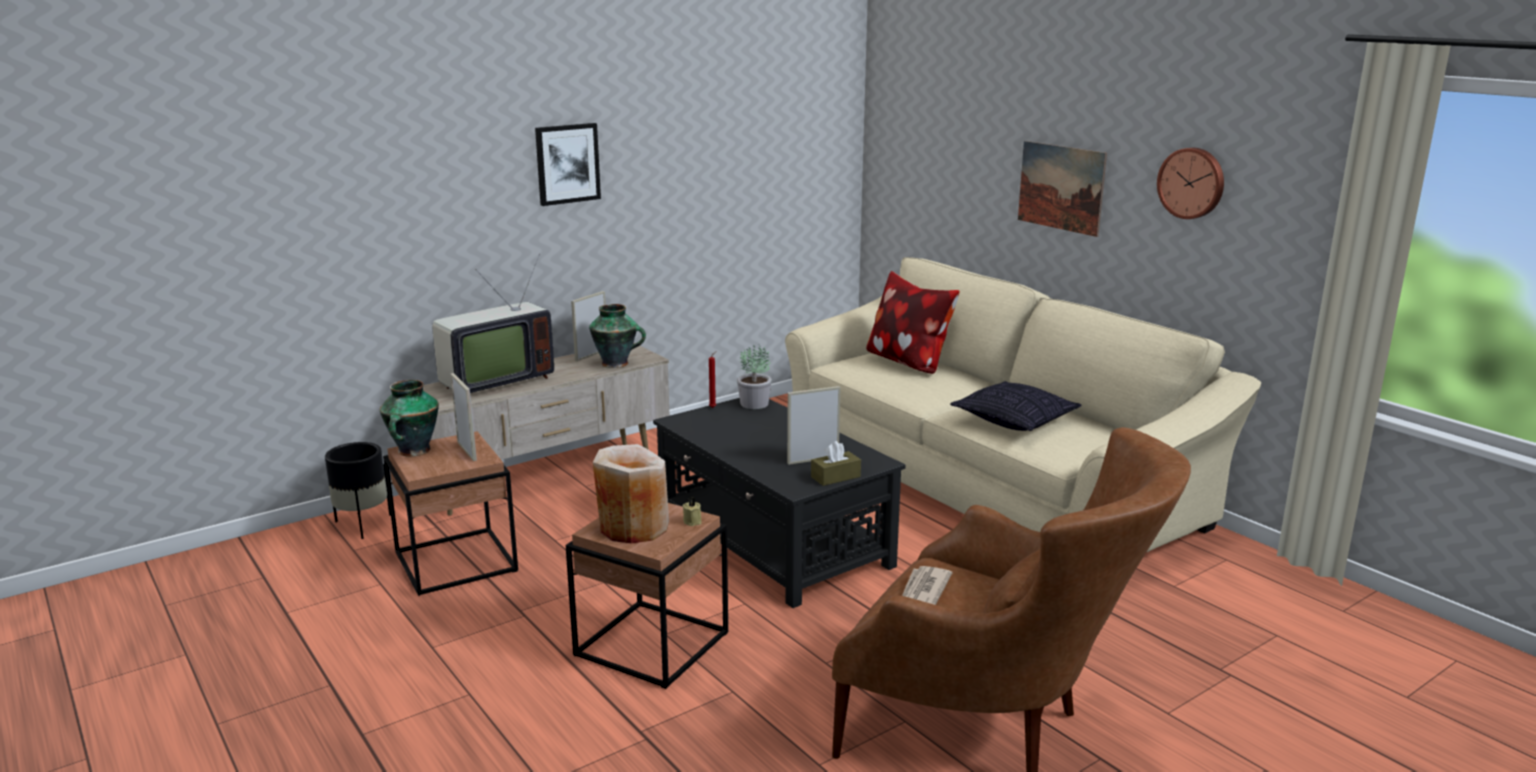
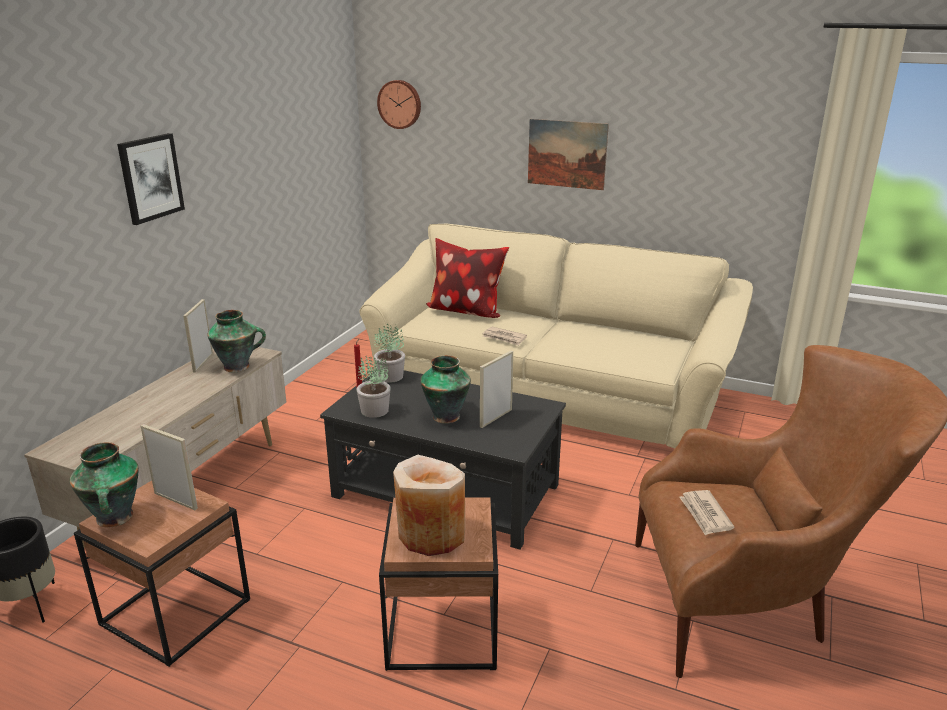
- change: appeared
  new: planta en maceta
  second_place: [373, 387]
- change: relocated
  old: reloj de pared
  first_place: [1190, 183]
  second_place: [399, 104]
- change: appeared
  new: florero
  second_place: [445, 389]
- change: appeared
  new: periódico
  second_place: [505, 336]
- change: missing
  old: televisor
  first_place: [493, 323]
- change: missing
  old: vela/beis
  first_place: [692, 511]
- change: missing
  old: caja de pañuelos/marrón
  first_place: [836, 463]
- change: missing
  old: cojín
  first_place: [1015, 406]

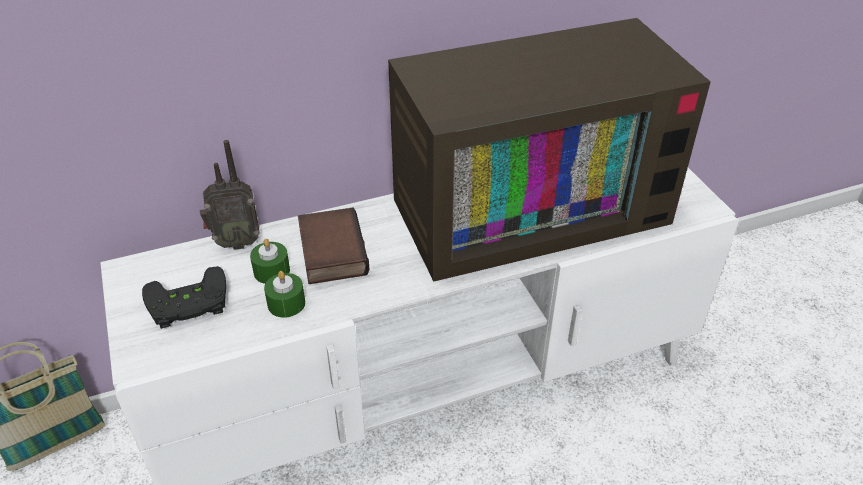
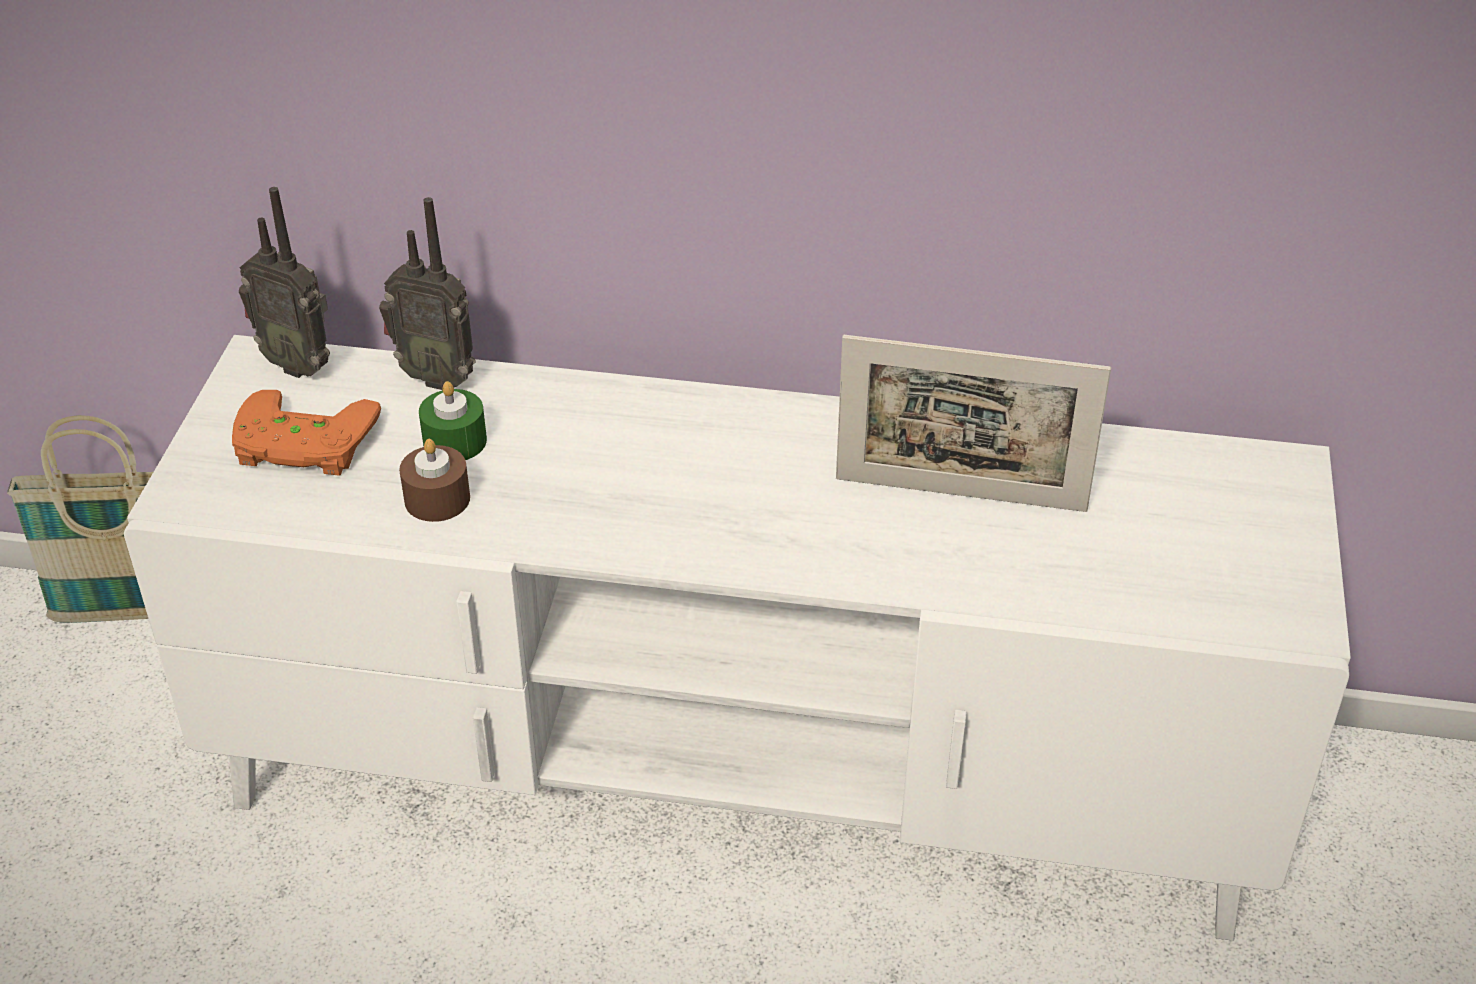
- change: colour
  old: mando de consola/negro
  new: mando de consola/naranja
  first_place: [184, 297]
  second_place: [306, 433]
- change: appeared
  new: radio
  second_place: [284, 282]
- change: colour
  old: vela/verde
  new: vela/marrón
  first_place: [284, 294]
  second_place: [434, 480]
- change: exchanged
  old: televisor
  new: portarretratos
  first_place: [549, 150]
  second_place: [973, 423]
- change: missing
  old: libro
  first_place: [333, 245]

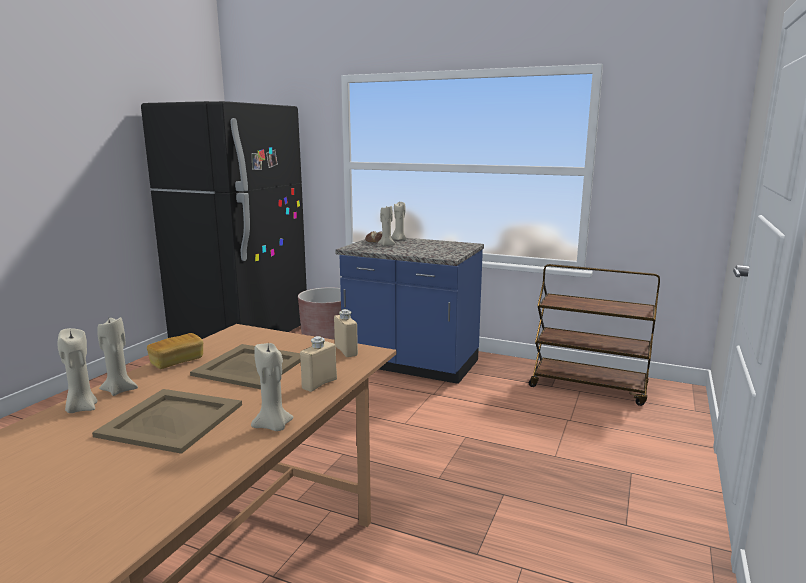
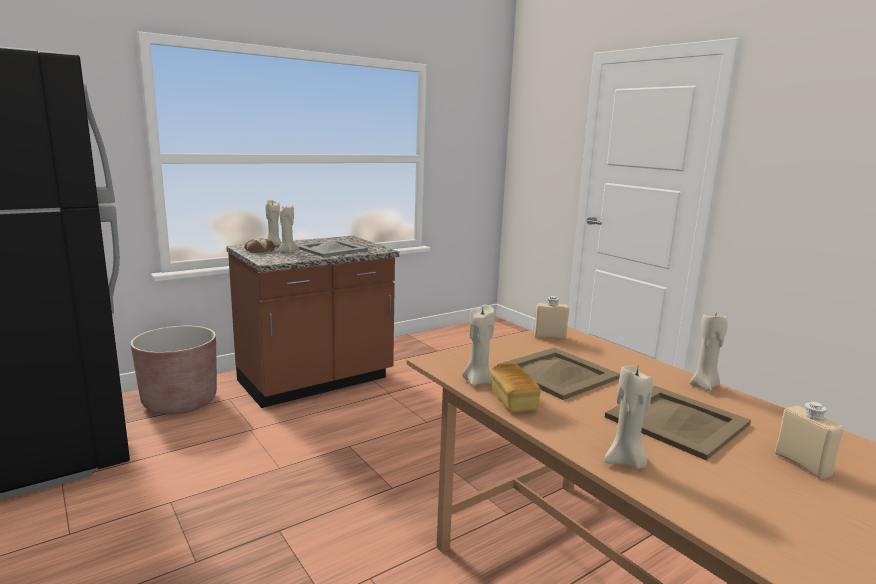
- change: colour
  old: mueble bajo de cocina/azul
  new: mueble bajo de cocina/marrón
  first_place: [410, 310]
  second_place: [312, 322]
- change: appeared
  new: bandeja/gris
  second_place: [332, 248]
- change: relocated
  old: vela/beis
  first_place: [117, 356]
  second_place: [478, 345]
- change: relocated
  old: botella/beis
  first_place: [318, 364]
  second_place: [809, 440]
- change: missing
  old: carrito/marrón
  first_place: [594, 335]

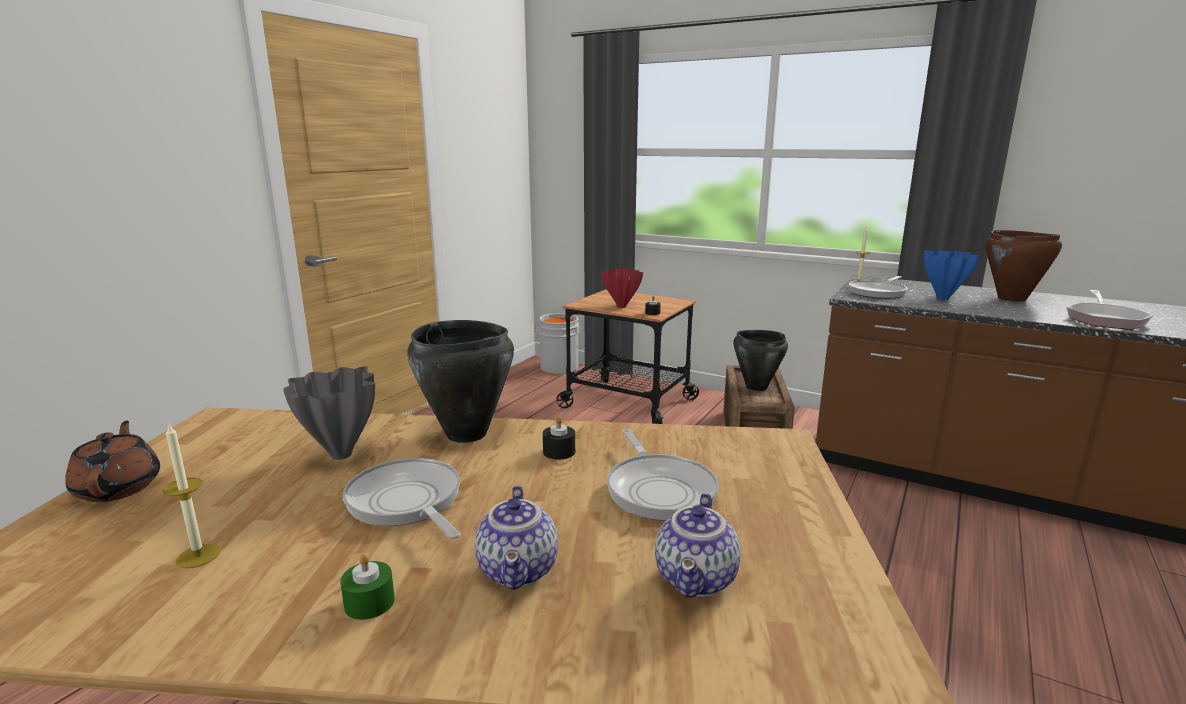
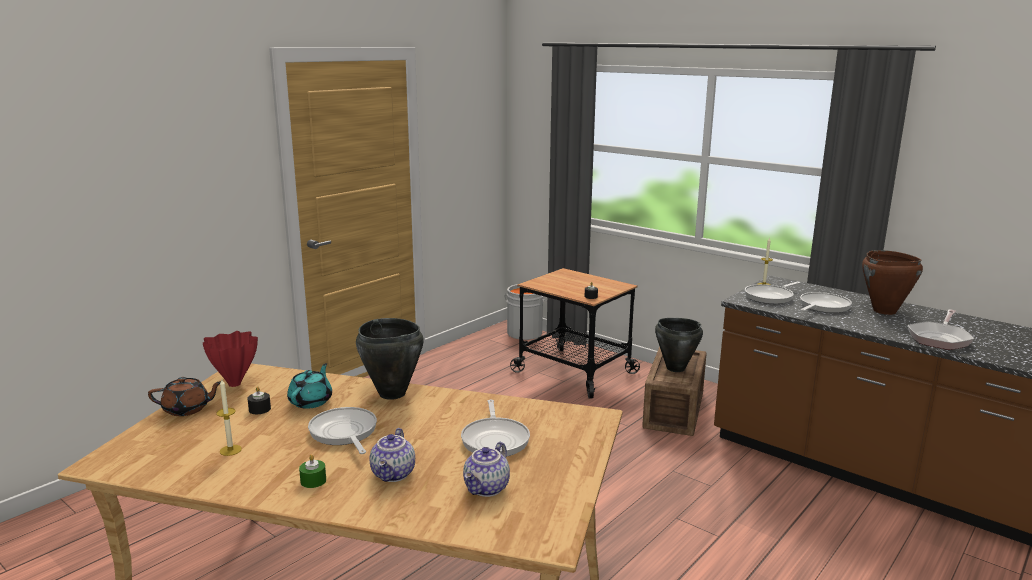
- change: spun
  old: tetera/marrón
  first_place: [112, 461]
  second_place: [184, 396]
  degrees: 90
- change: relocated
  old: florero/rojo
  first_place: [622, 288]
  second_place: [230, 359]
- change: relocated
  old: vela/negro
  first_place: [559, 437]
  second_place: [259, 400]
- change: exchanged
  old: florero/gris
  new: tetera/turquesa
  first_place: [329, 413]
  second_place: [309, 386]
- change: exchanged
  old: florero/azul
  new: sartén
  first_place: [952, 275]
  second_place: [826, 302]

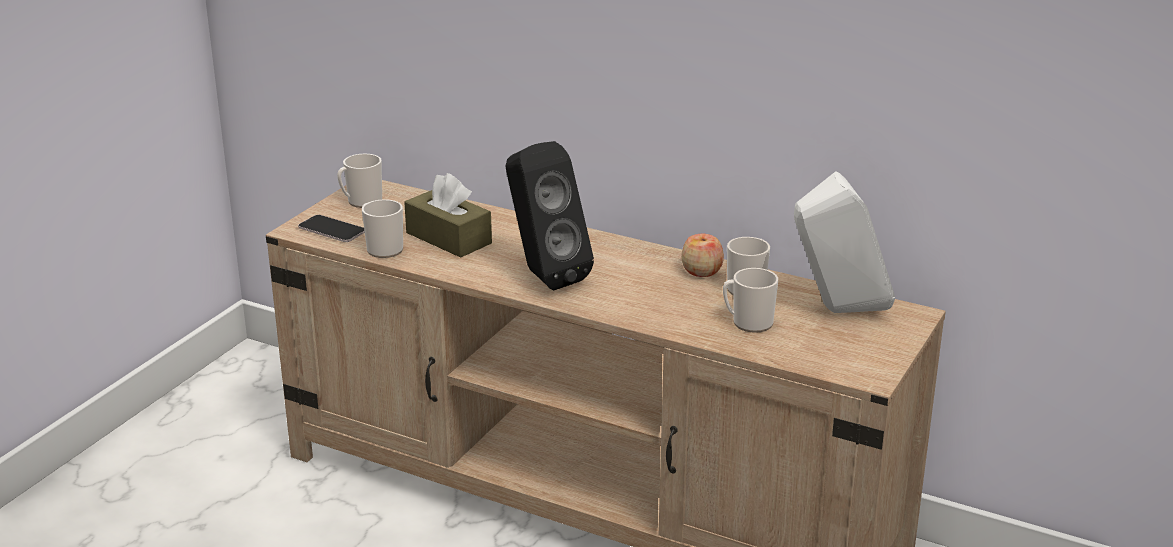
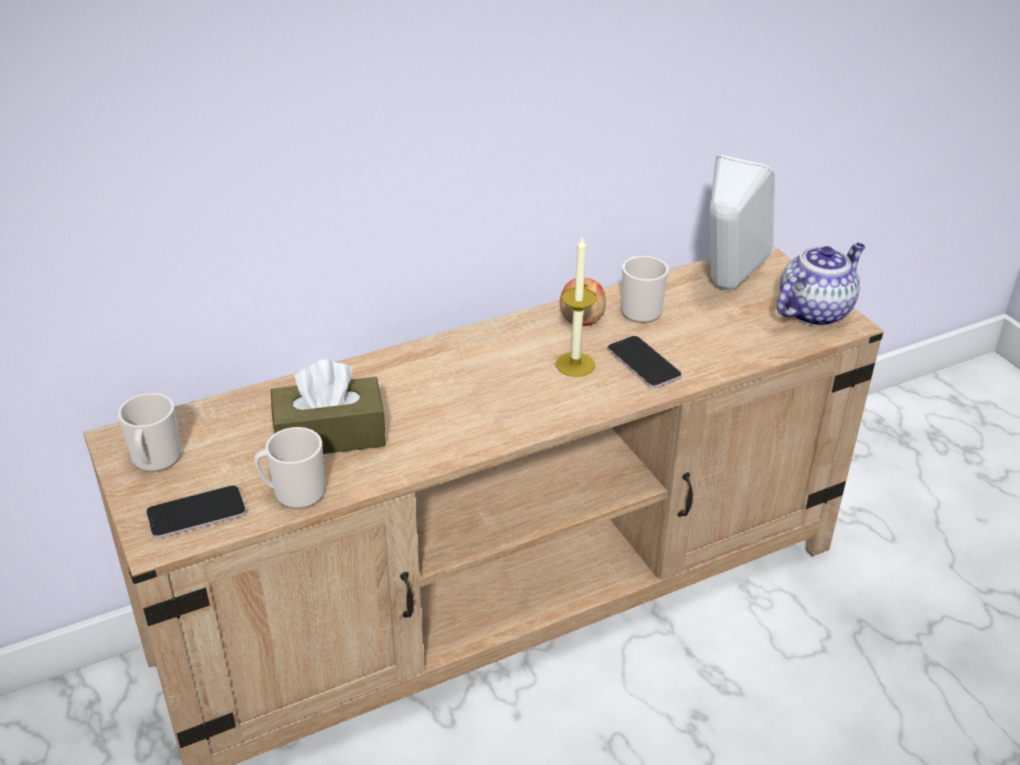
- change: appeared
  new: vela
  second_place: [576, 306]
- change: appeared
  new: móvil
  second_place: [644, 362]
- change: appeared
  new: tetera
  second_place: [821, 284]
- change: missing
  old: altavoz/negro
  first_place: [550, 215]
- change: missing
  old: taza grande
  first_place: [750, 300]

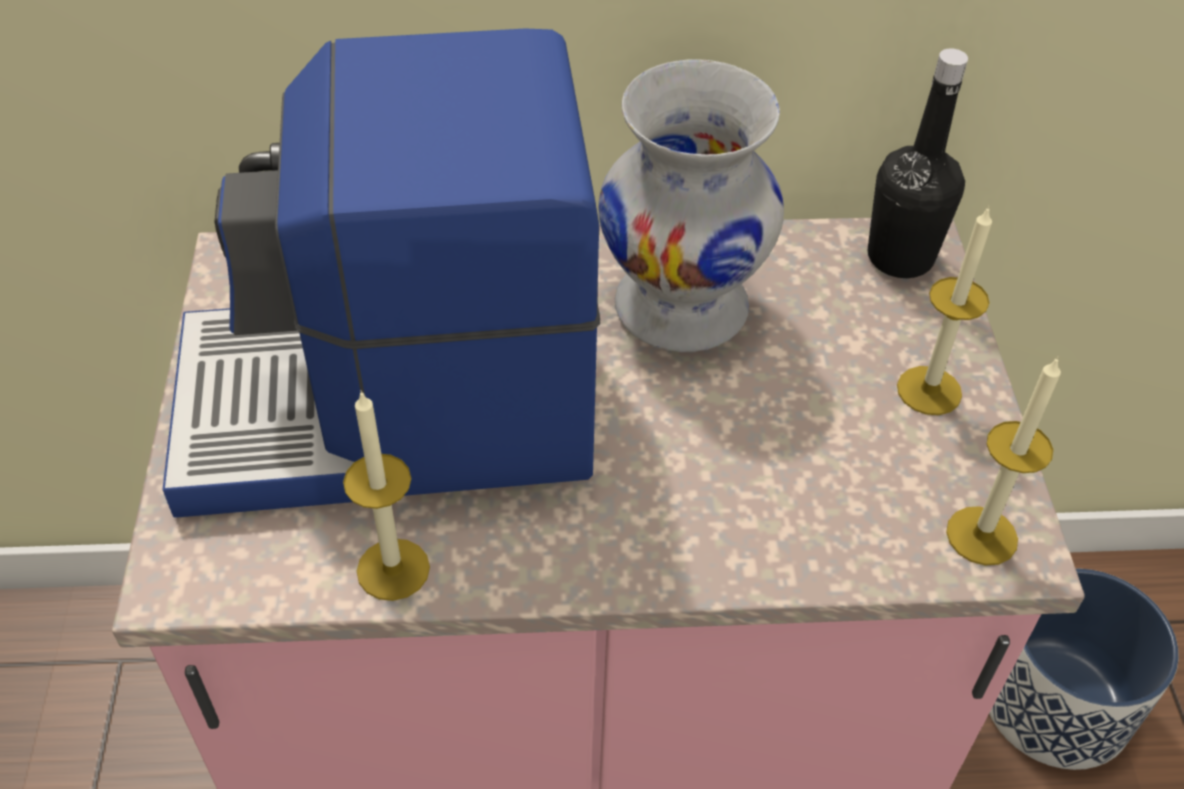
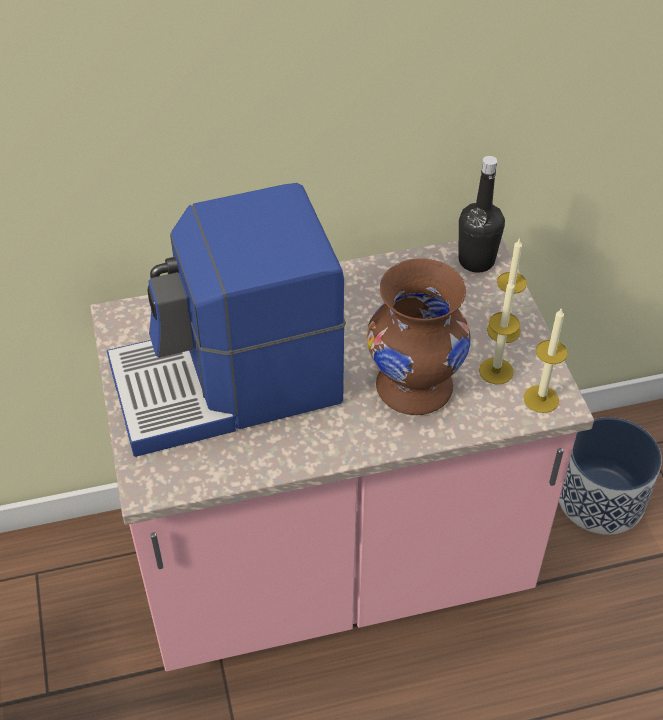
- change: appeared
  new: florero/marrón
  second_place: [419, 336]
- change: relocated
  old: vela
  first_place: [386, 495]
  second_place: [499, 332]
- change: missing
  old: florero/blanco
  first_place: [691, 205]

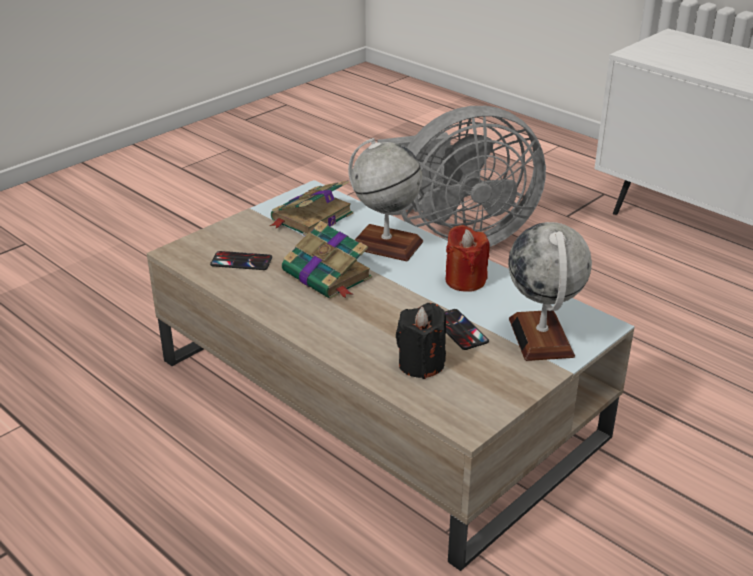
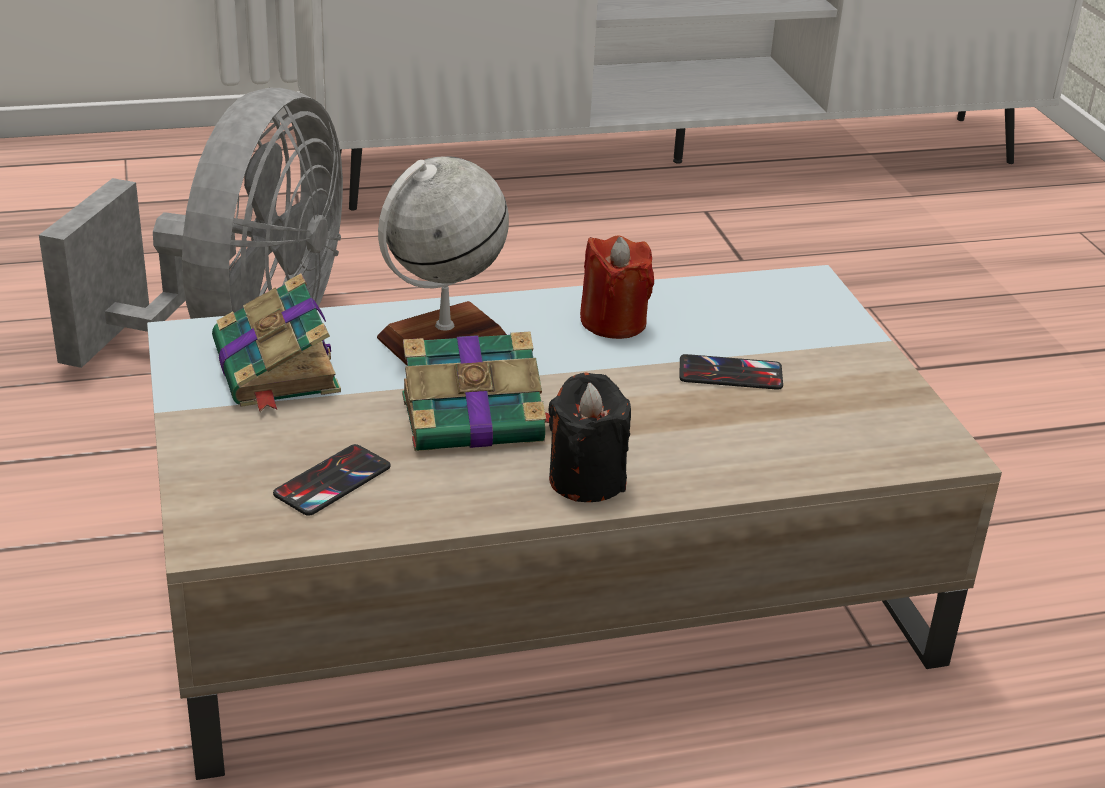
- change: relocated
  old: vela/negro
  first_place: [421, 341]
  second_place: [589, 437]
- change: missing
  old: globo terráqueo
  first_place: [550, 291]

